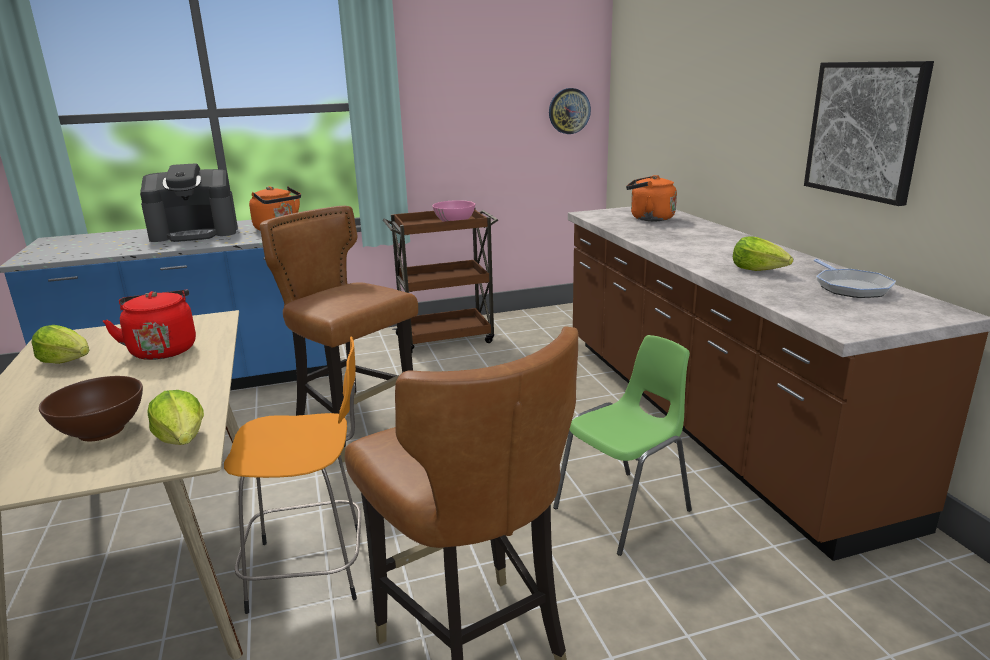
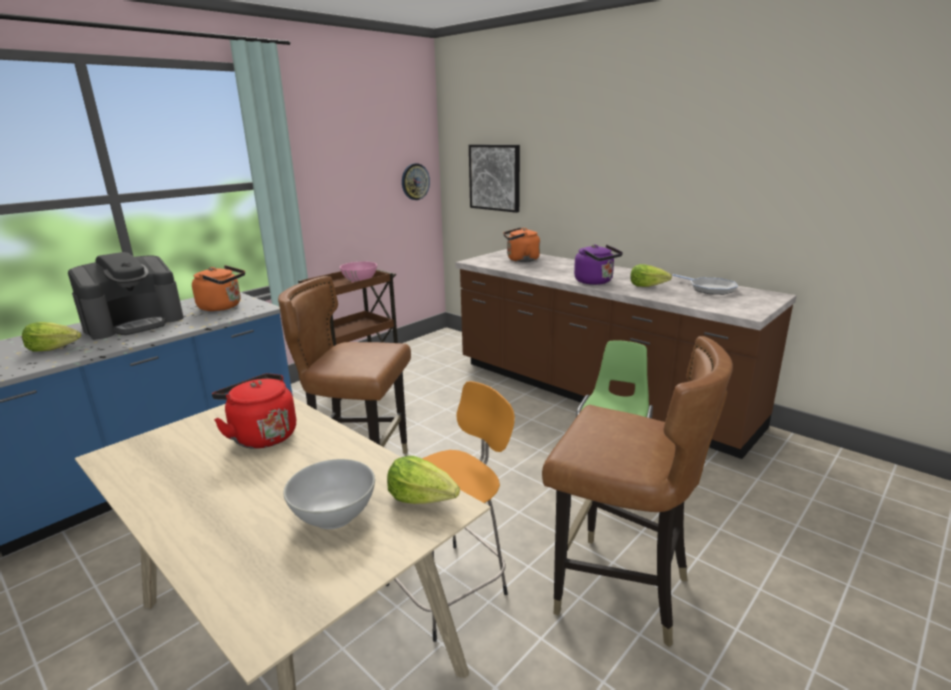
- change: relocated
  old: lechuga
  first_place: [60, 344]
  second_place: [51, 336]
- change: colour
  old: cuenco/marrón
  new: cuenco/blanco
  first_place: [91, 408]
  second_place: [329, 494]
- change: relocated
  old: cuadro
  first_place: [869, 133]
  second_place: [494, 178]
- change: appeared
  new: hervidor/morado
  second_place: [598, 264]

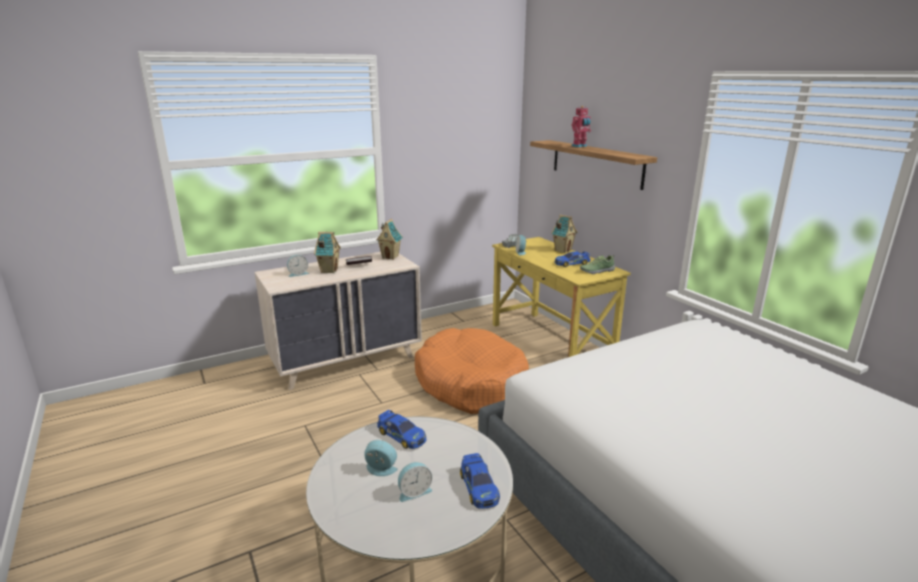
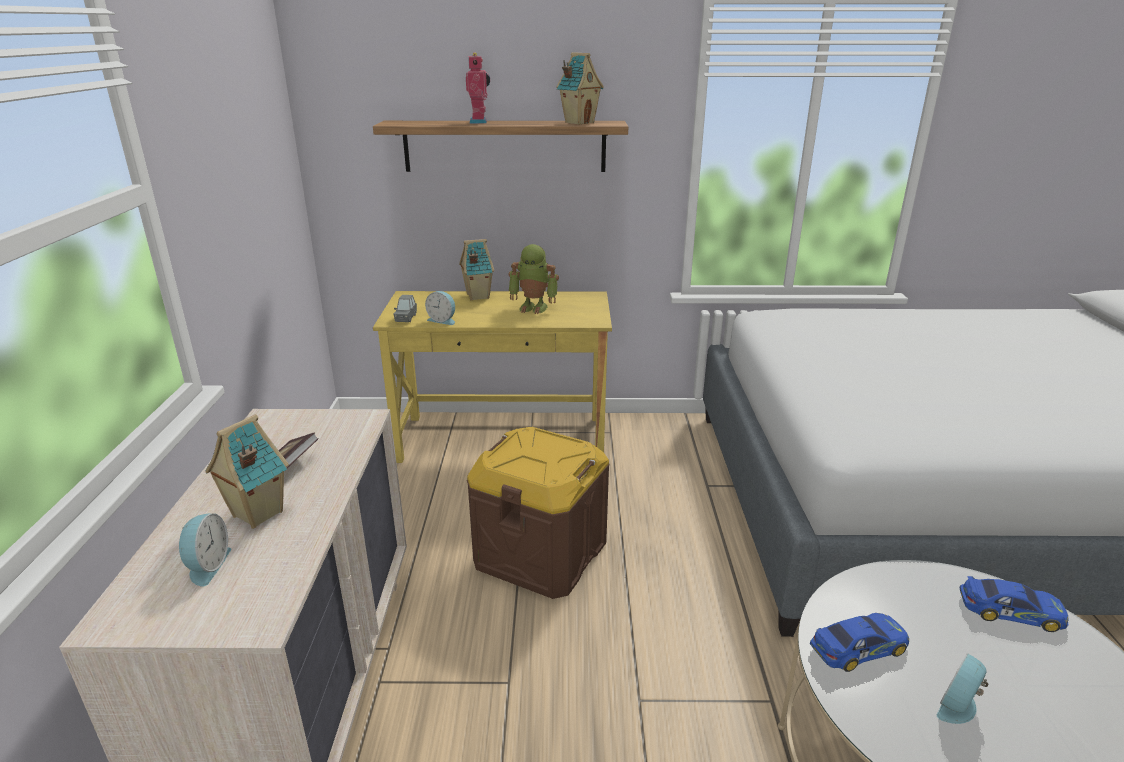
- change: exchanged
  old: cama para perro/naranja
  new: caja de almacenaje/marrón
  first_place: [472, 371]
  second_place: [538, 513]
- change: exchanged
  old: coche de juguete
  new: robot de juguete
  first_place: [572, 259]
  second_place: [534, 279]
- change: relocated
  old: casita
  first_place: [389, 239]
  second_place: [580, 88]
- change: missing
  old: despertador
  first_place: [415, 482]
- change: missing
  old: zapato
  first_place: [597, 264]

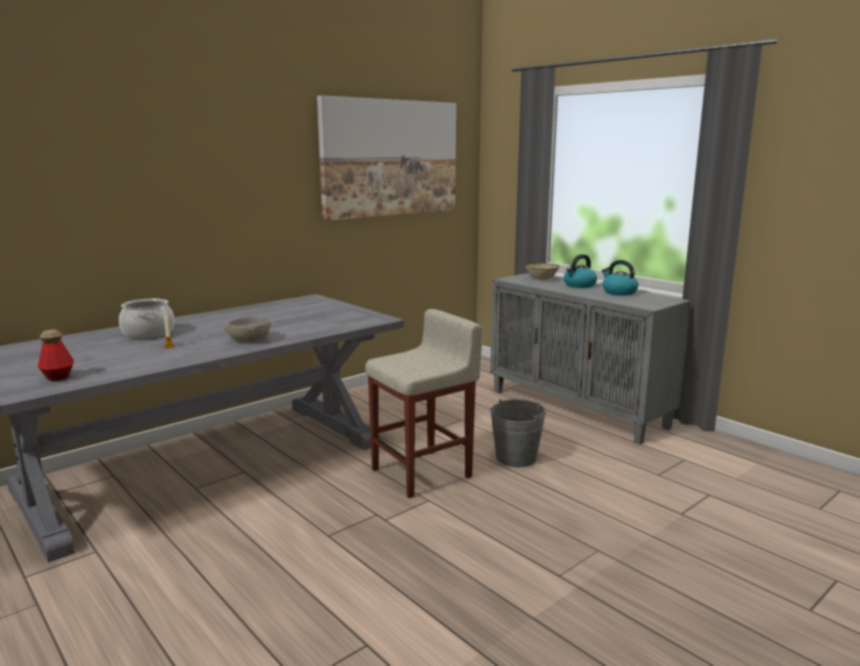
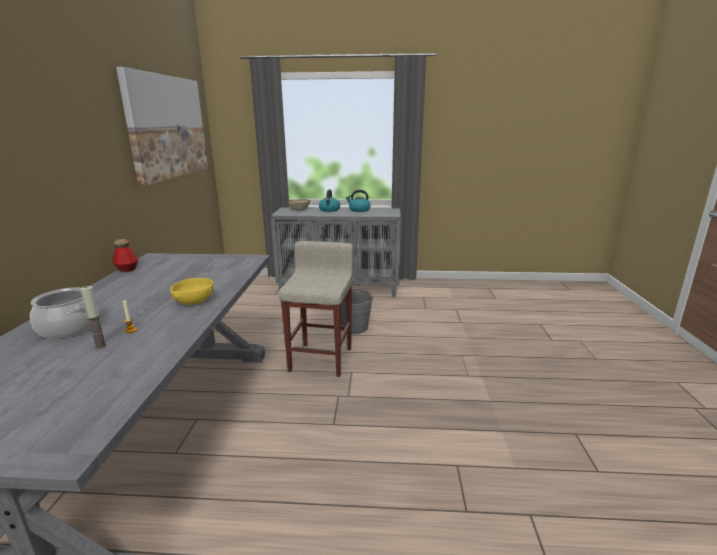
- change: appeared
  new: vela
  second_place: [93, 317]
- change: relocated
  old: botella
  first_place: [56, 355]
  second_place: [125, 255]
- change: colour
  old: cuenco/gris
  new: cuenco/amarillo
  first_place: [247, 329]
  second_place: [192, 291]

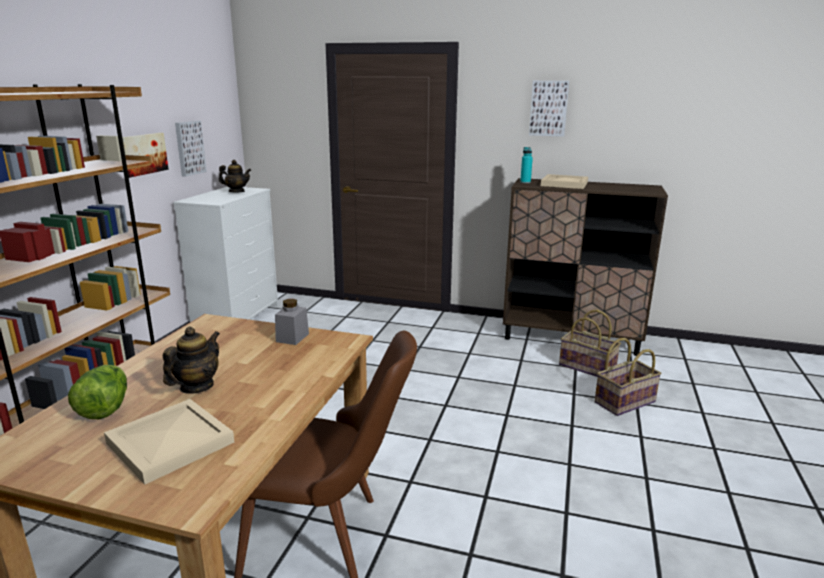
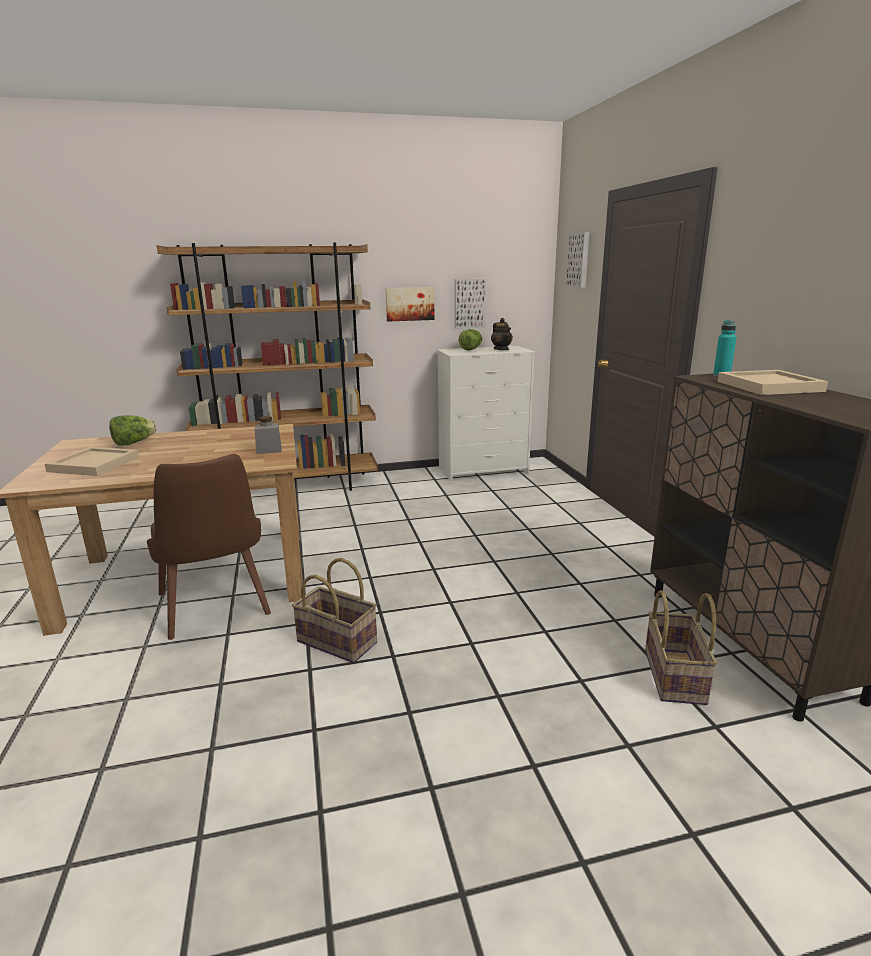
- change: relocated
  old: cesta
  first_place: [628, 377]
  second_place: [334, 610]
- change: appeared
  new: lechuga
  second_place: [470, 339]
- change: relocated
  old: cuadro
  first_place: [549, 109]
  second_place: [577, 260]
- change: missing
  old: tetera
  first_place: [191, 359]

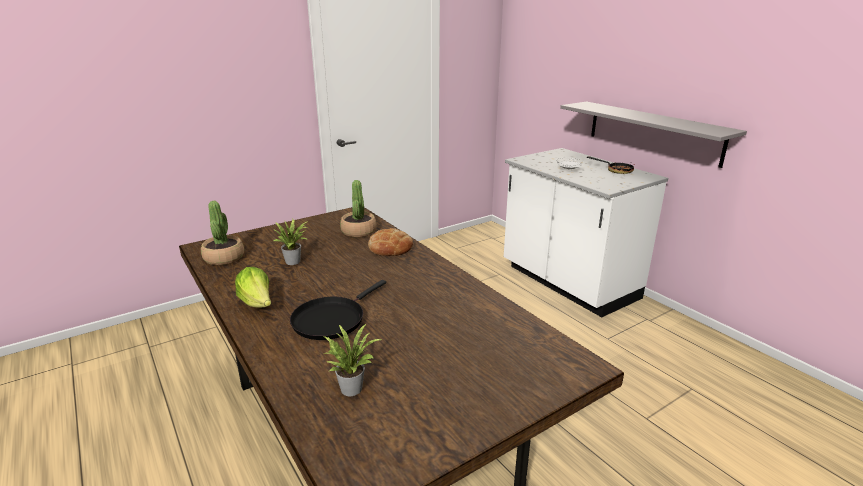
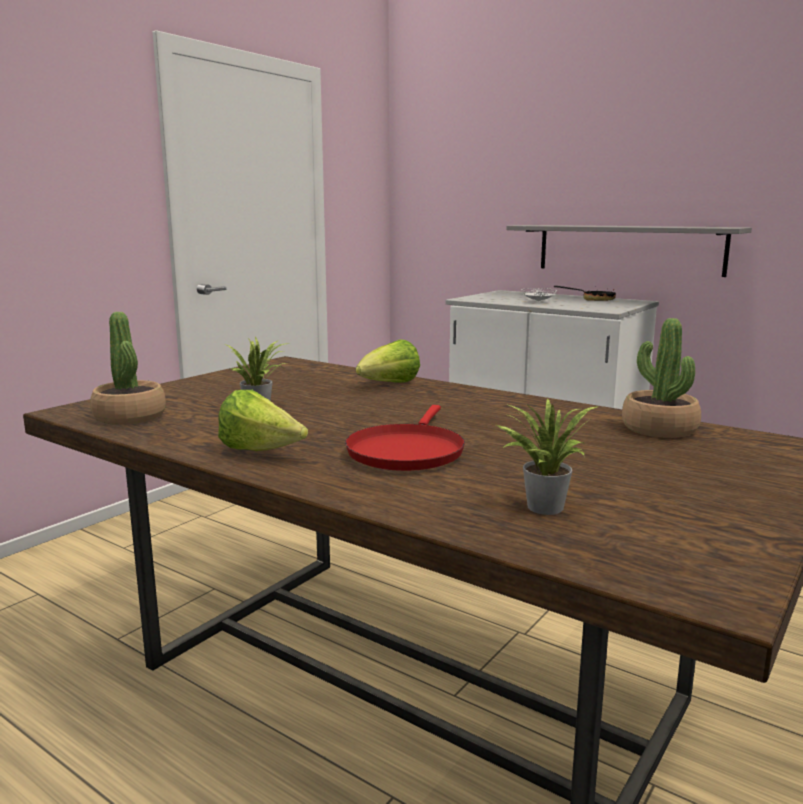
- change: colour
  old: sartén/negro
  new: sartén/rojo
  first_place: [338, 310]
  second_place: [405, 438]
- change: exchanged
  old: pan
  new: lechuga
  first_place: [390, 242]
  second_place: [388, 361]
- change: relocated
  old: planta en maceta
  first_place: [358, 208]
  second_place: [661, 378]

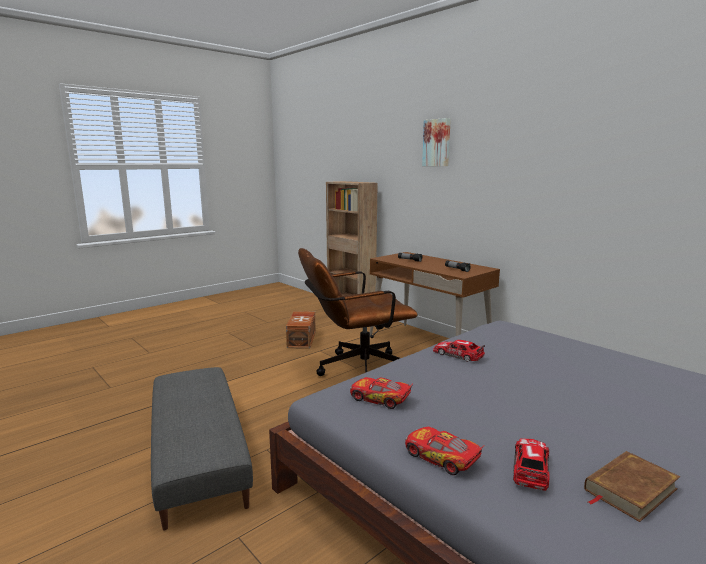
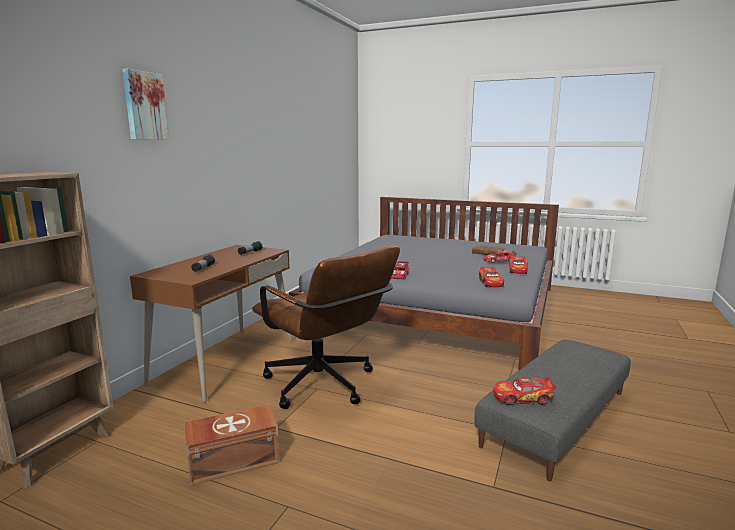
- change: appeared
  new: coche de juguete
  second_place: [525, 391]

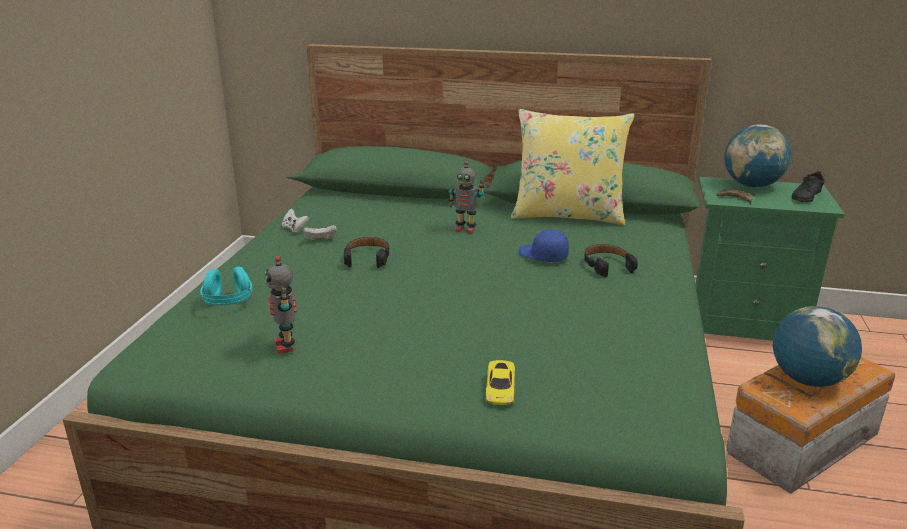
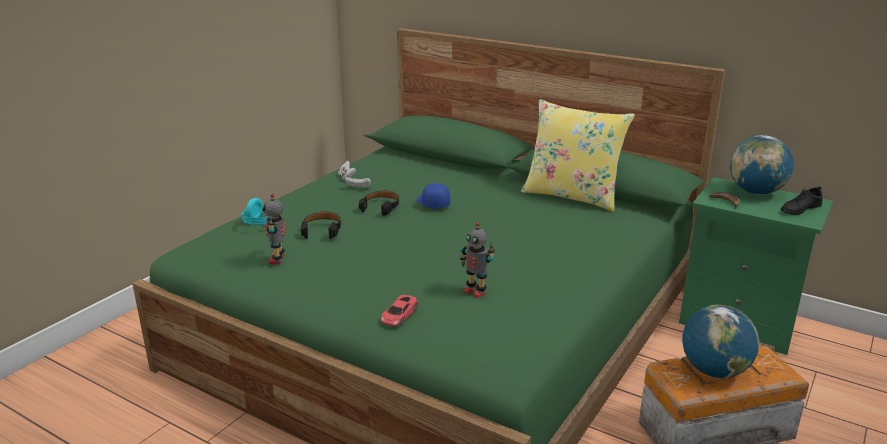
- change: relocated
  old: auriculares/negro
  first_place: [611, 260]
  second_place: [321, 225]
- change: colour
  old: coche de juguete/amarillo
  new: coche de juguete/rojo
  first_place: [500, 382]
  second_place: [399, 310]
- change: relocated
  old: gorra/azul
  first_place: [544, 245]
  second_place: [433, 196]
- change: relocated
  old: robot de juguete
  first_place: [466, 197]
  second_place: [477, 260]

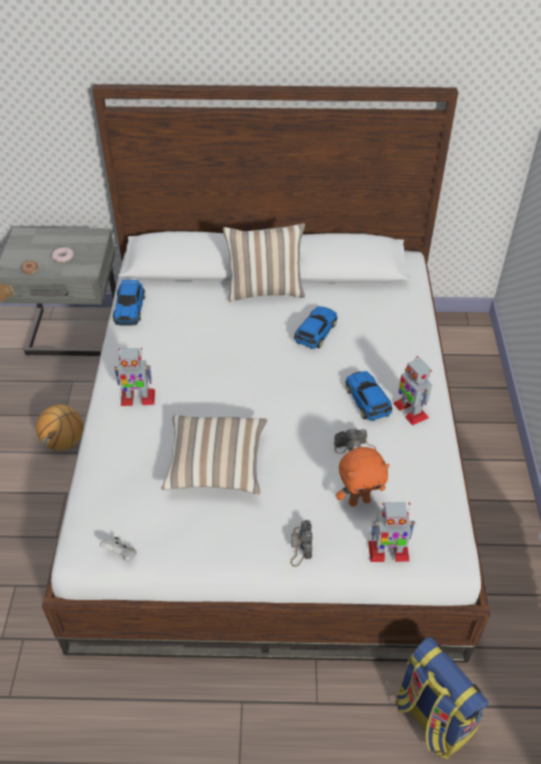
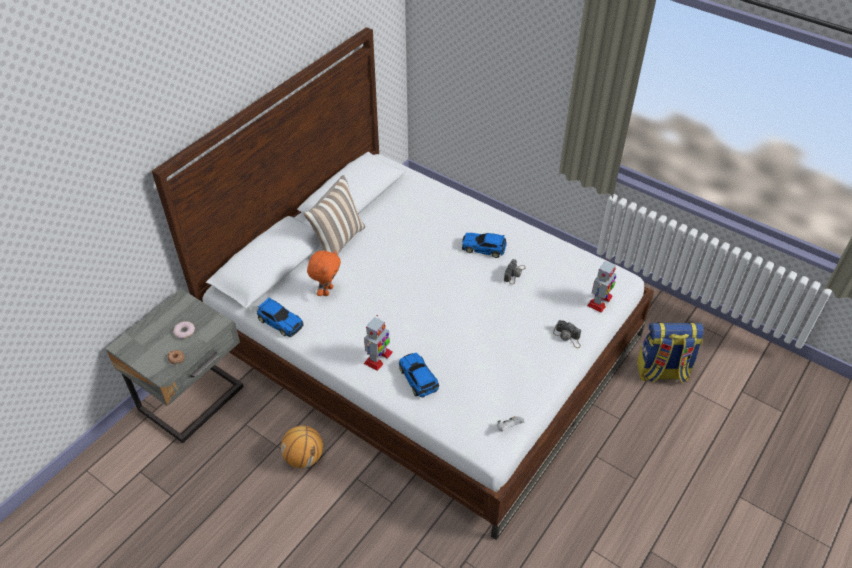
- change: relocated
  old: peluche/naranja
  first_place: [363, 476]
  second_place: [324, 273]
- change: relocated
  old: coche de juguete
  first_place: [316, 327]
  second_place: [419, 375]
- change: missing
  old: cojín
  first_place: [214, 454]
- change: missing
  old: robot de juguete
  first_place: [412, 391]

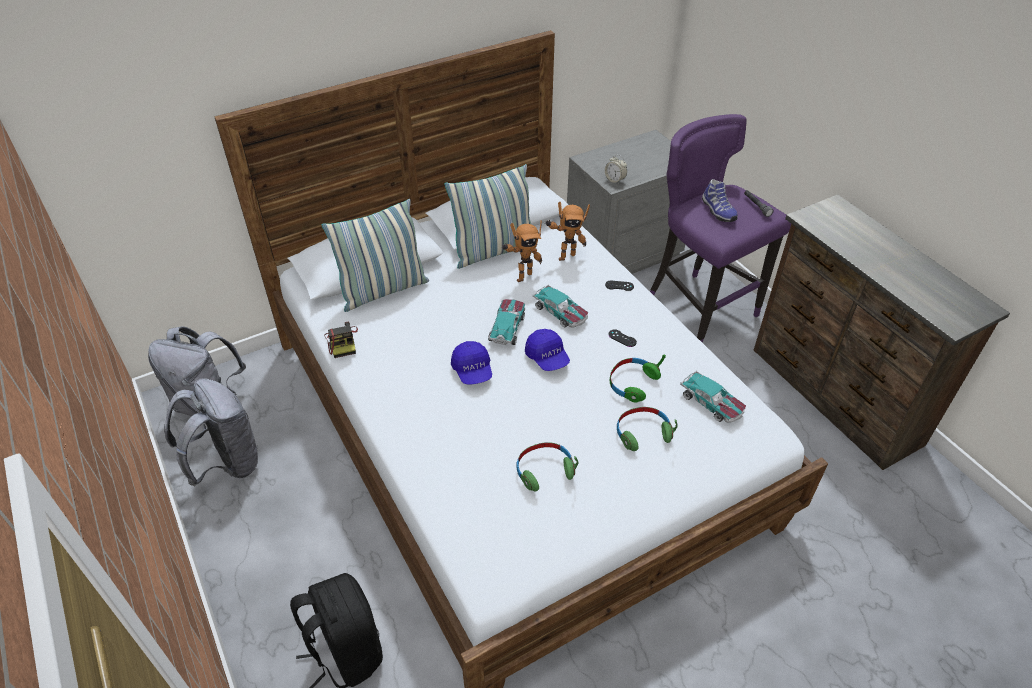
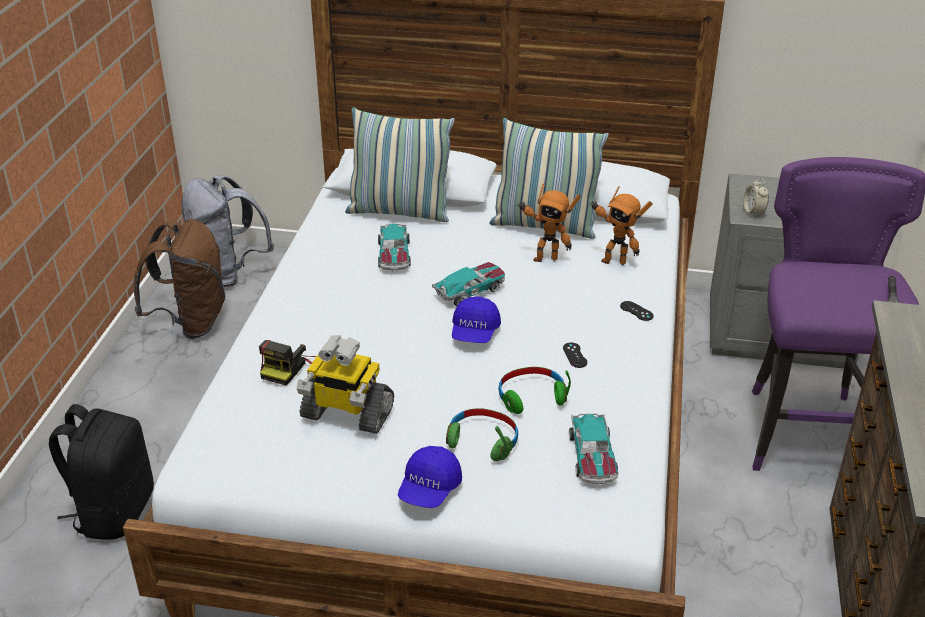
- change: colour
  old: mochila/gris
  new: mochila/marrón
  first_place: [211, 432]
  second_place: [179, 279]
- change: relocated
  old: cámara
  first_place: [341, 339]
  second_place: [288, 363]
- change: exchanged
  old: auriculares/verde
  new: robot de juguete
  first_place: [547, 466]
  second_place: [345, 384]
- change: relocated
  old: coche de juguete
  first_place: [560, 306]
  second_place: [394, 247]
- change: relocated
  old: gorra/azul
  first_place: [471, 362]
  second_place: [430, 477]
- change: missing
  old: zapato
  first_place: [720, 200]

